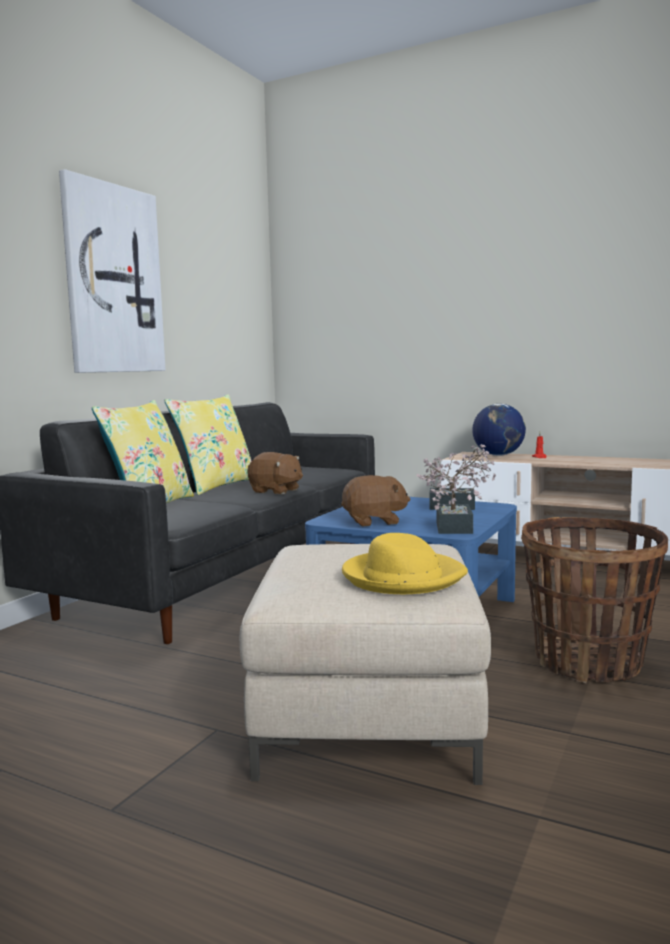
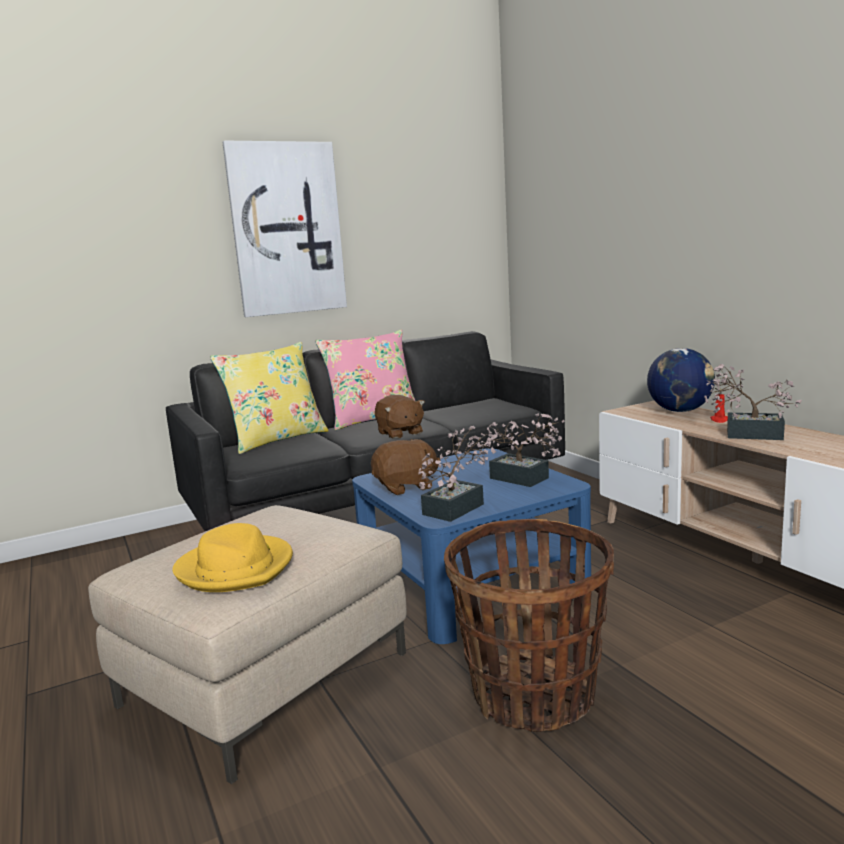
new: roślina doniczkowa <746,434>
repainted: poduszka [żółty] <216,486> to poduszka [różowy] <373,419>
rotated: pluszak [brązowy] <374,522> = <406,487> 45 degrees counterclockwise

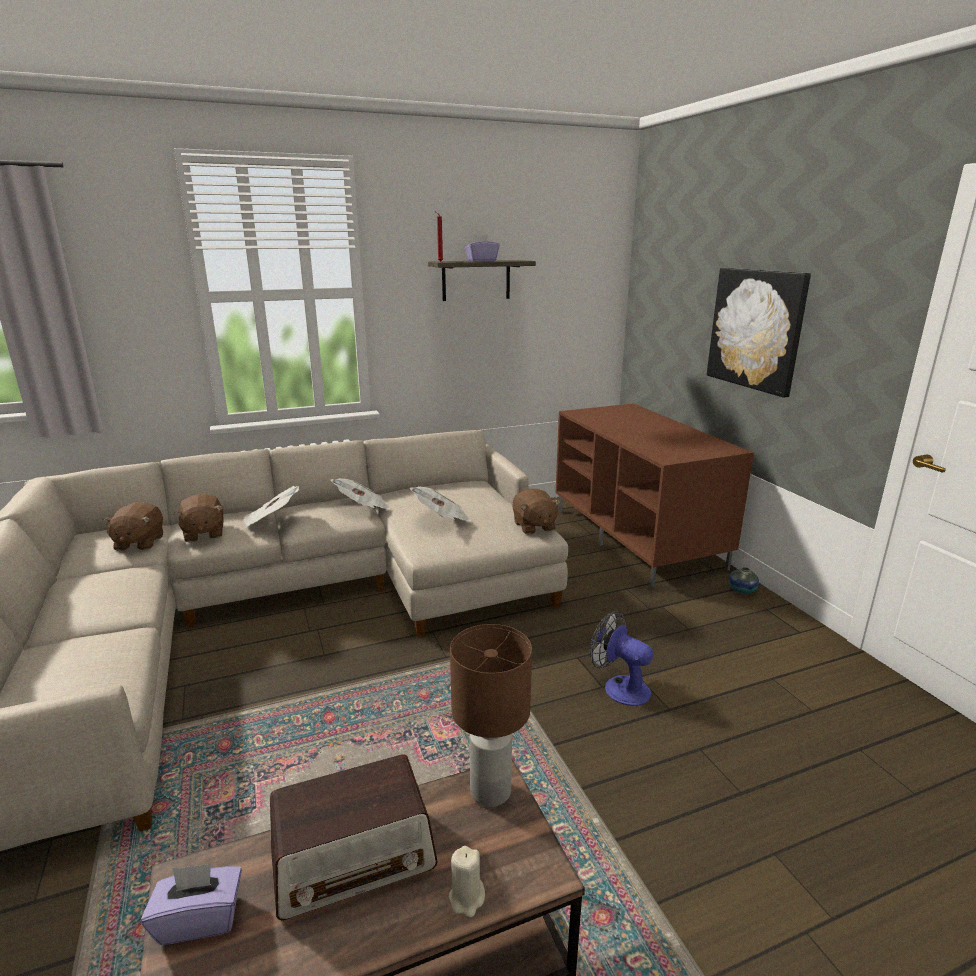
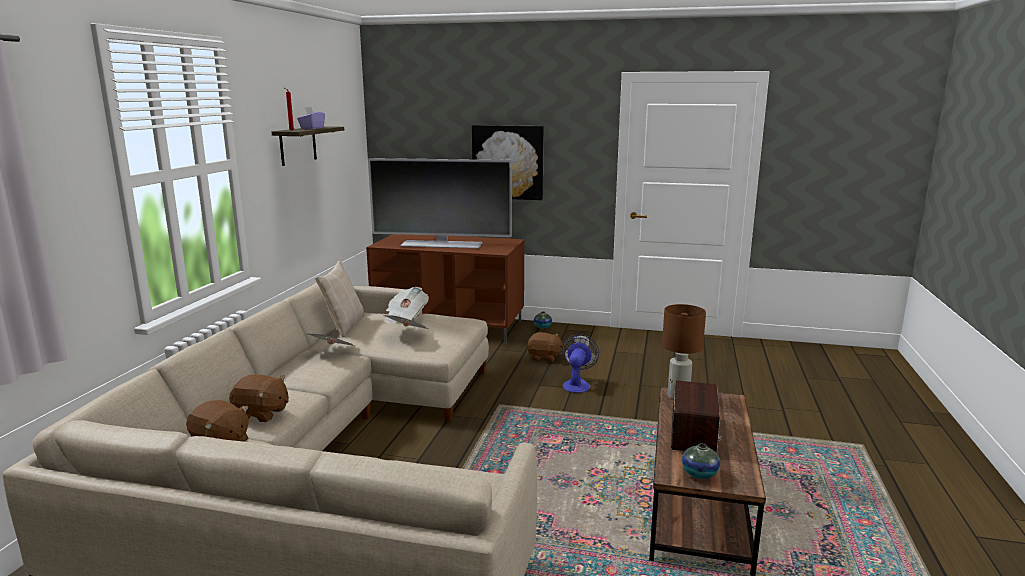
gone: świeca [beżowy] <467,898>
new: poduszka [beżowy] <344,326>; telewizor <442,244>
shifted: gazeta <271,520> to <405,317>; pluszak [brązowy] <534,526> to <544,357>
swapped: pudełko chusteczek [fioletowy] <200,918> to wazon <699,474>
rotated: wentylator <619,687> = <577,384> 120 degrees clockwise

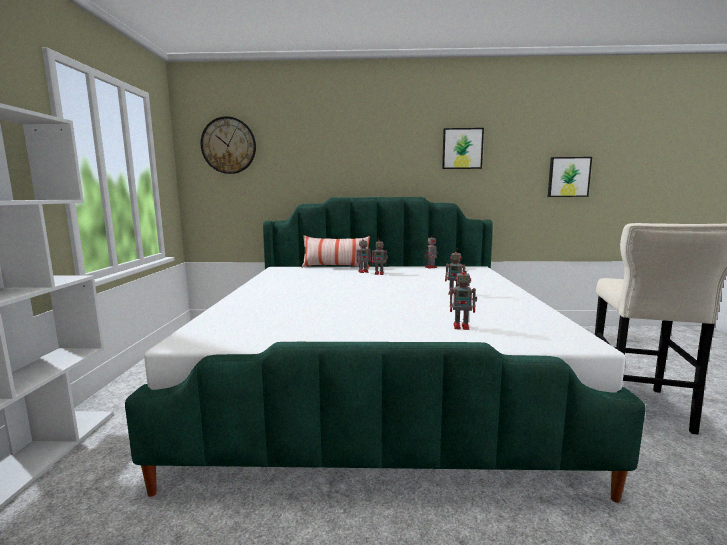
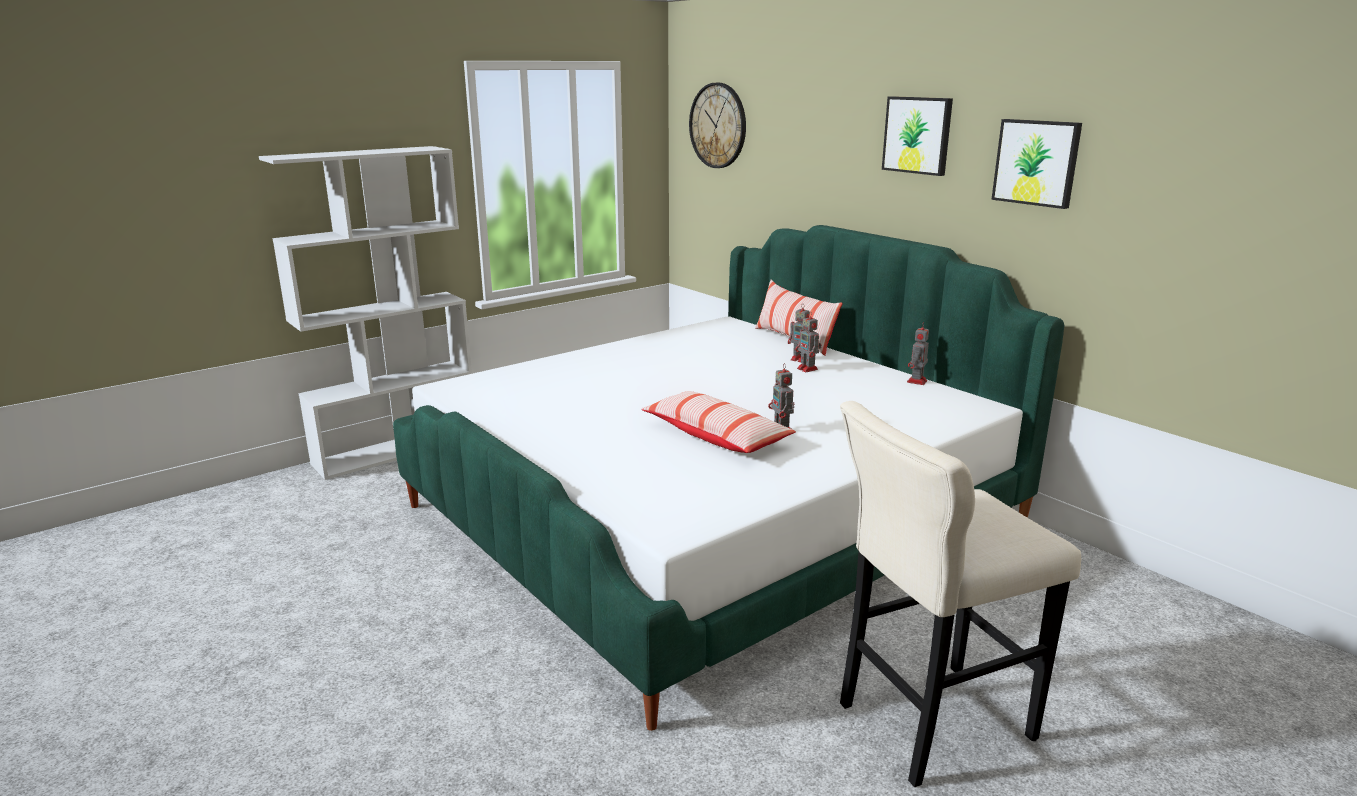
gone: robot zabawkowy <462,326>
new: poduszka <716,436>
shifted: obraz <568,177> to <918,135>

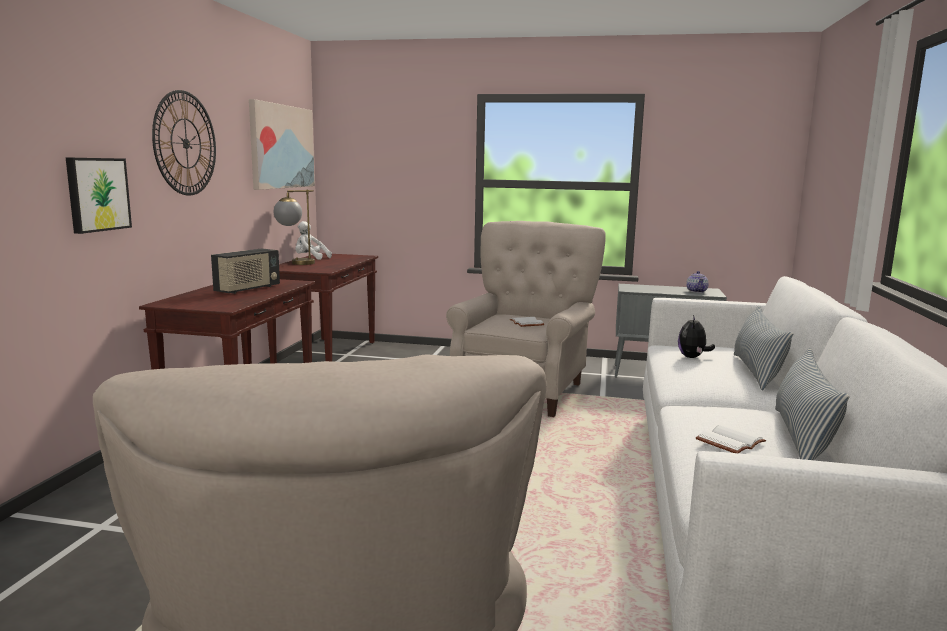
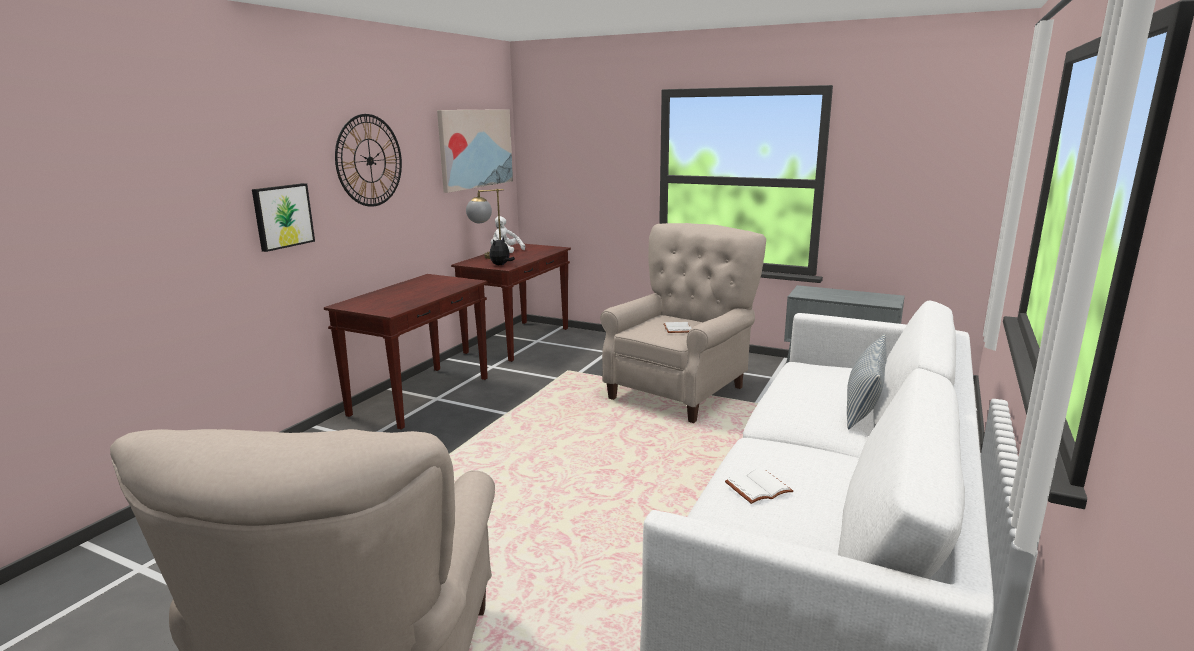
gone: radio <248,289>; imbryk <696,291>; poduszka <802,438>
shifted: pluszak <692,357> to <501,265>

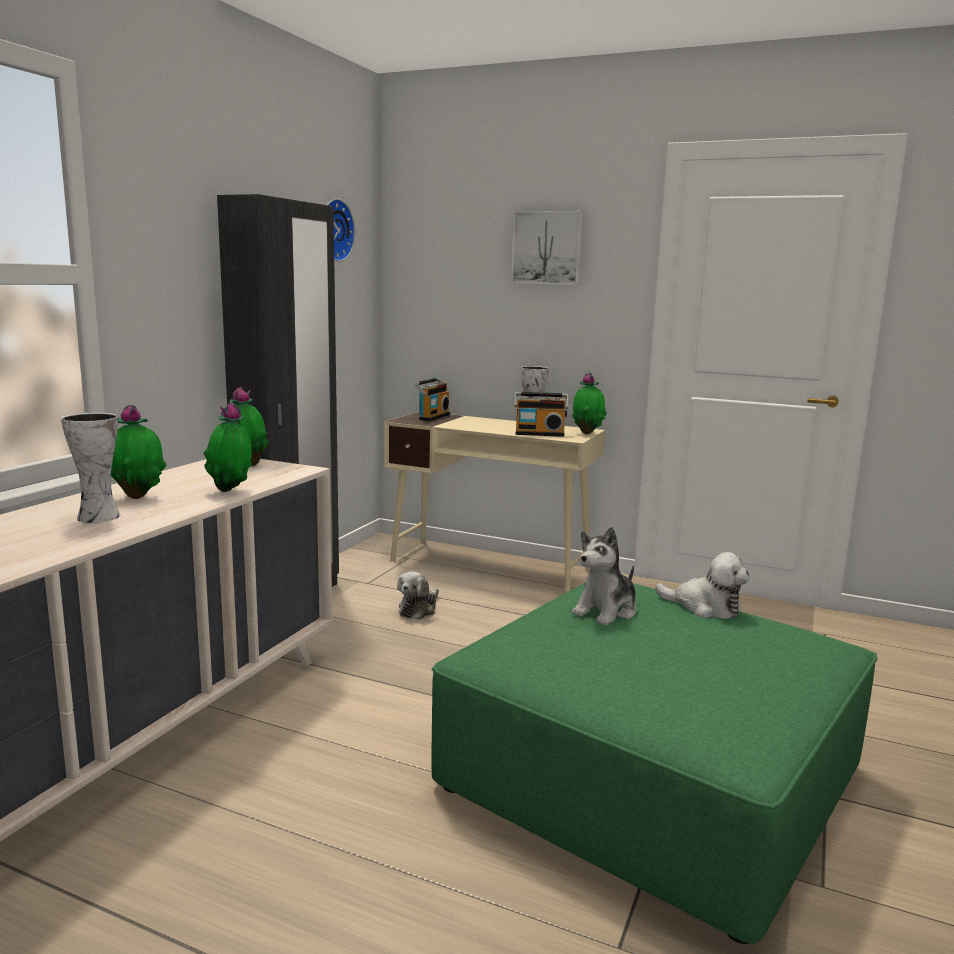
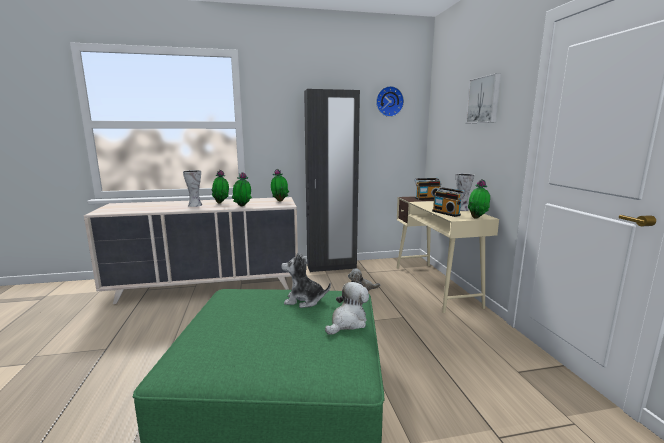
rotated: pluszak <705,607> = <348,322> 135 degrees counterclockwise

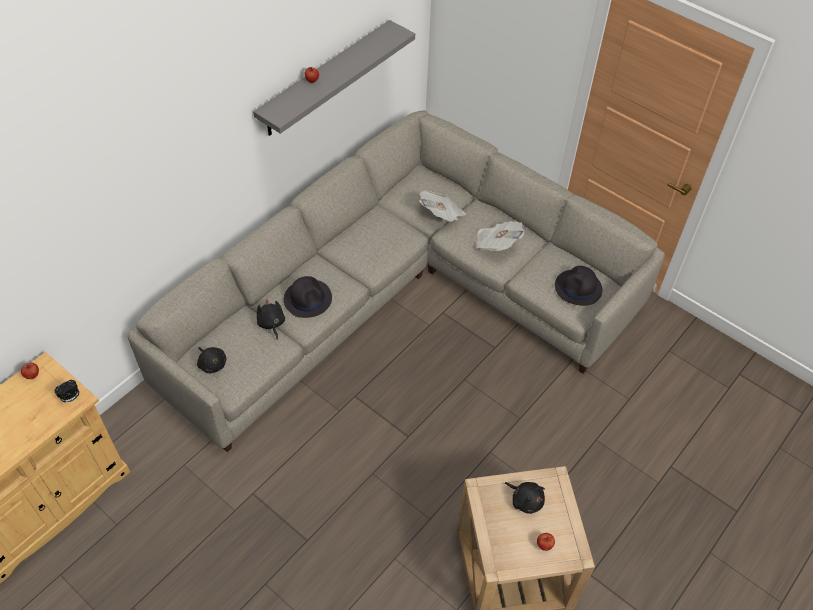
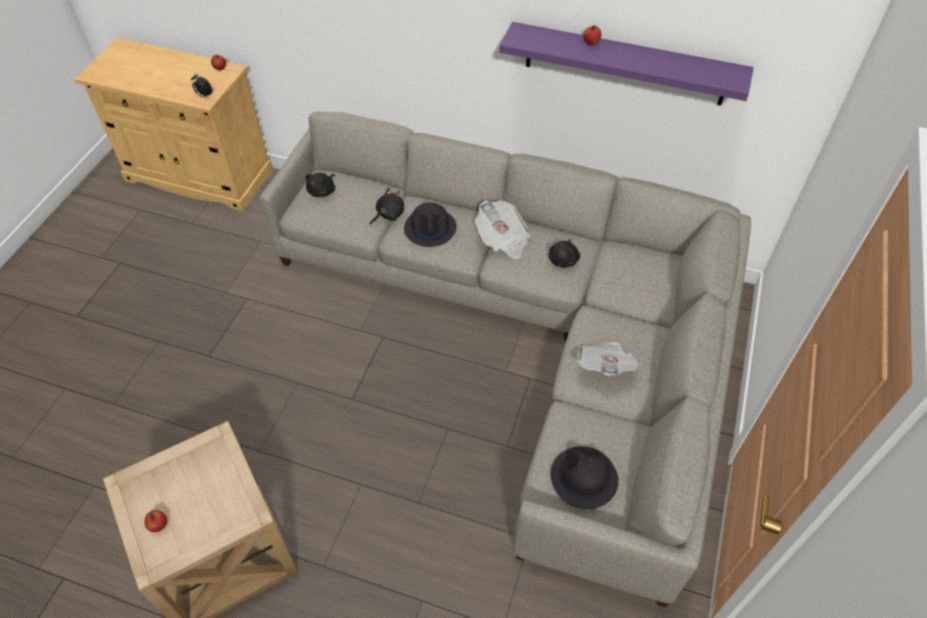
shifted: gazeta <441,215> to <502,240>; pluszak [czarny] <525,500> to <563,260>
repainted: półka [szary] <325,79> to półka [fioletowy] <625,64>

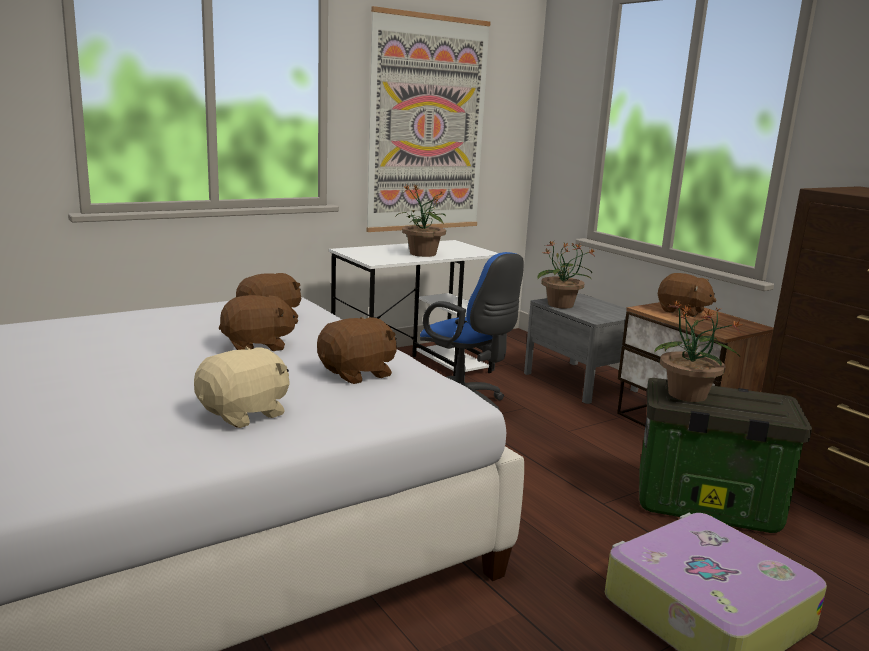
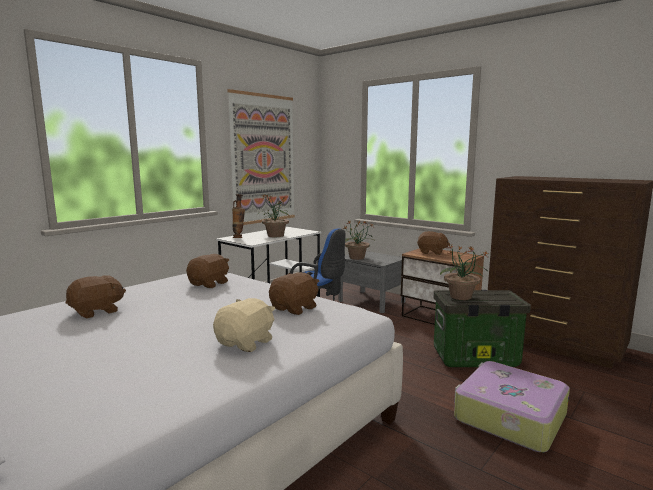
new: wazon <239,238>
shifted: pluszak [brązowy] <257,346> to <97,312>

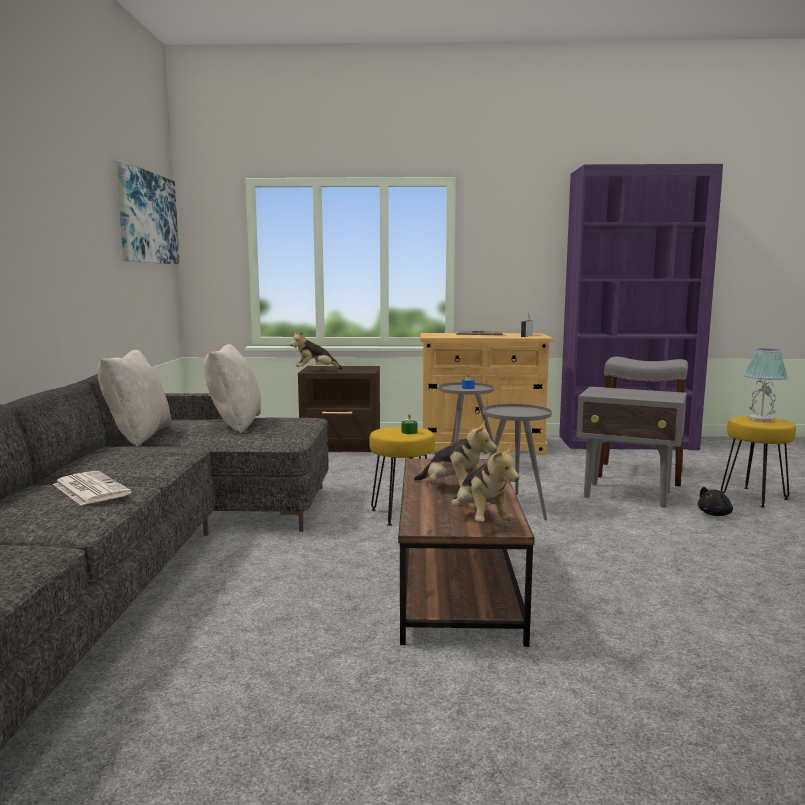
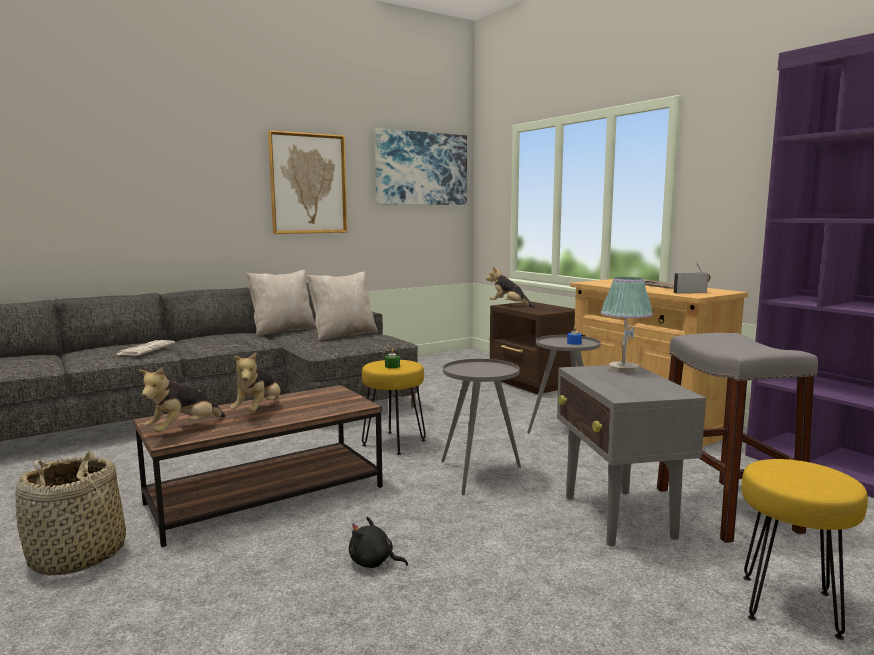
new: koszyk <78,556>; obraz <308,184>
shifted: pluszak [czarny] <715,514> to <373,562>; lampa stołowa <760,420> to <623,369>

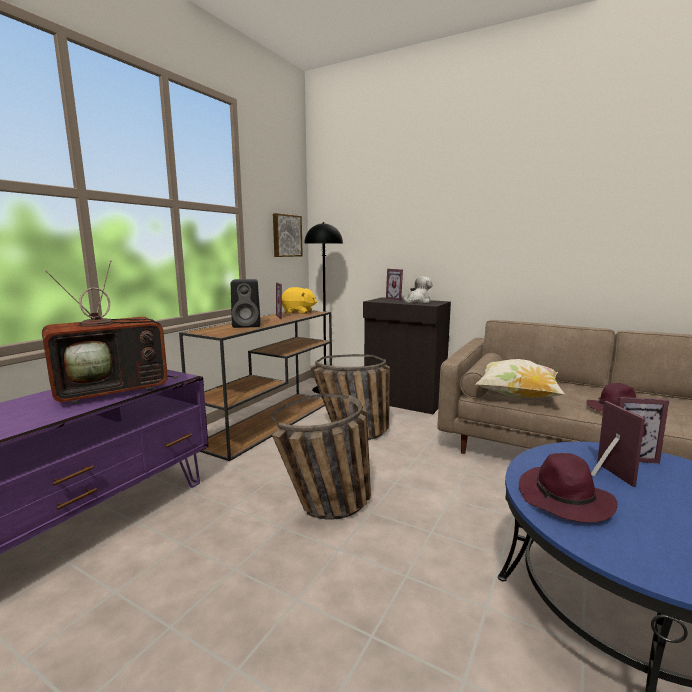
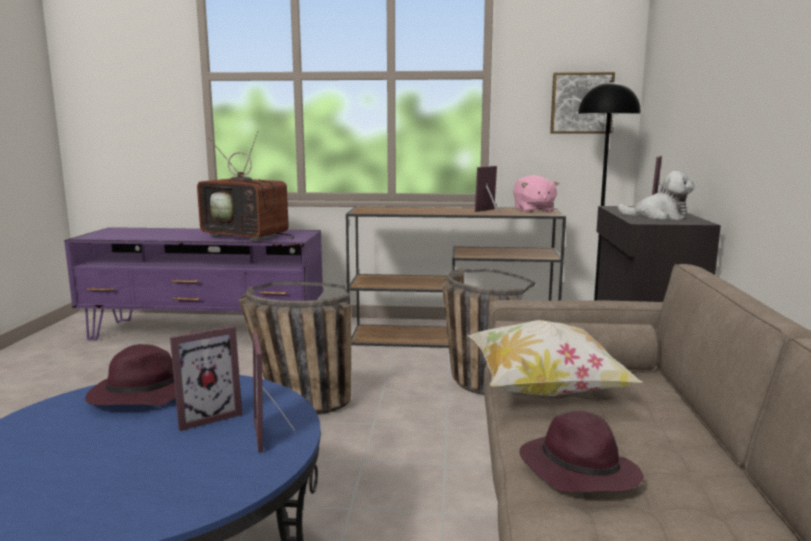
gone: głośnik [czarny] <248,325>
repainted: pluszak [żółty] <298,312> to pluszak [różowy] <533,210>

